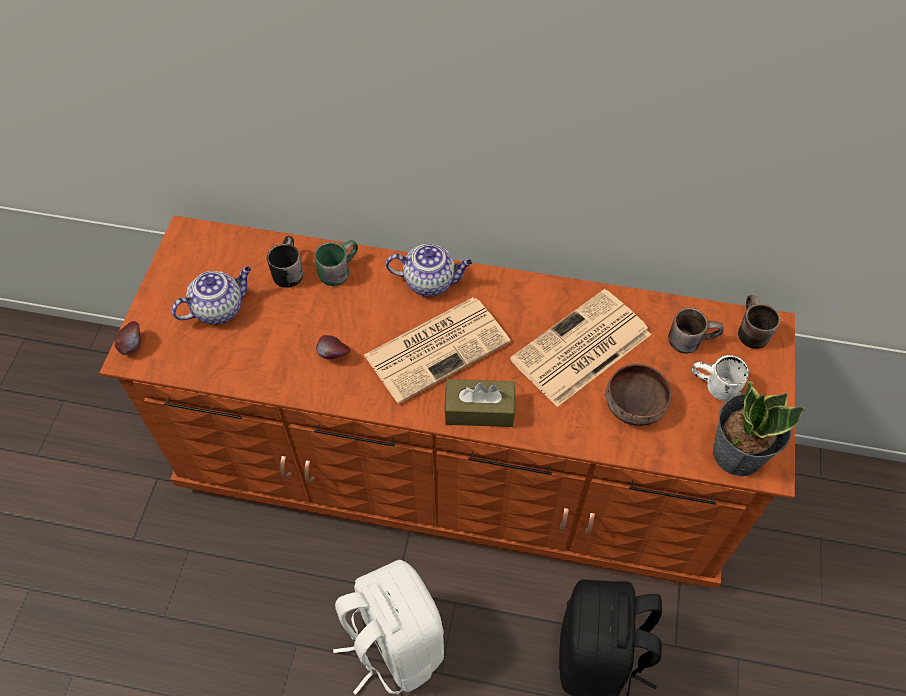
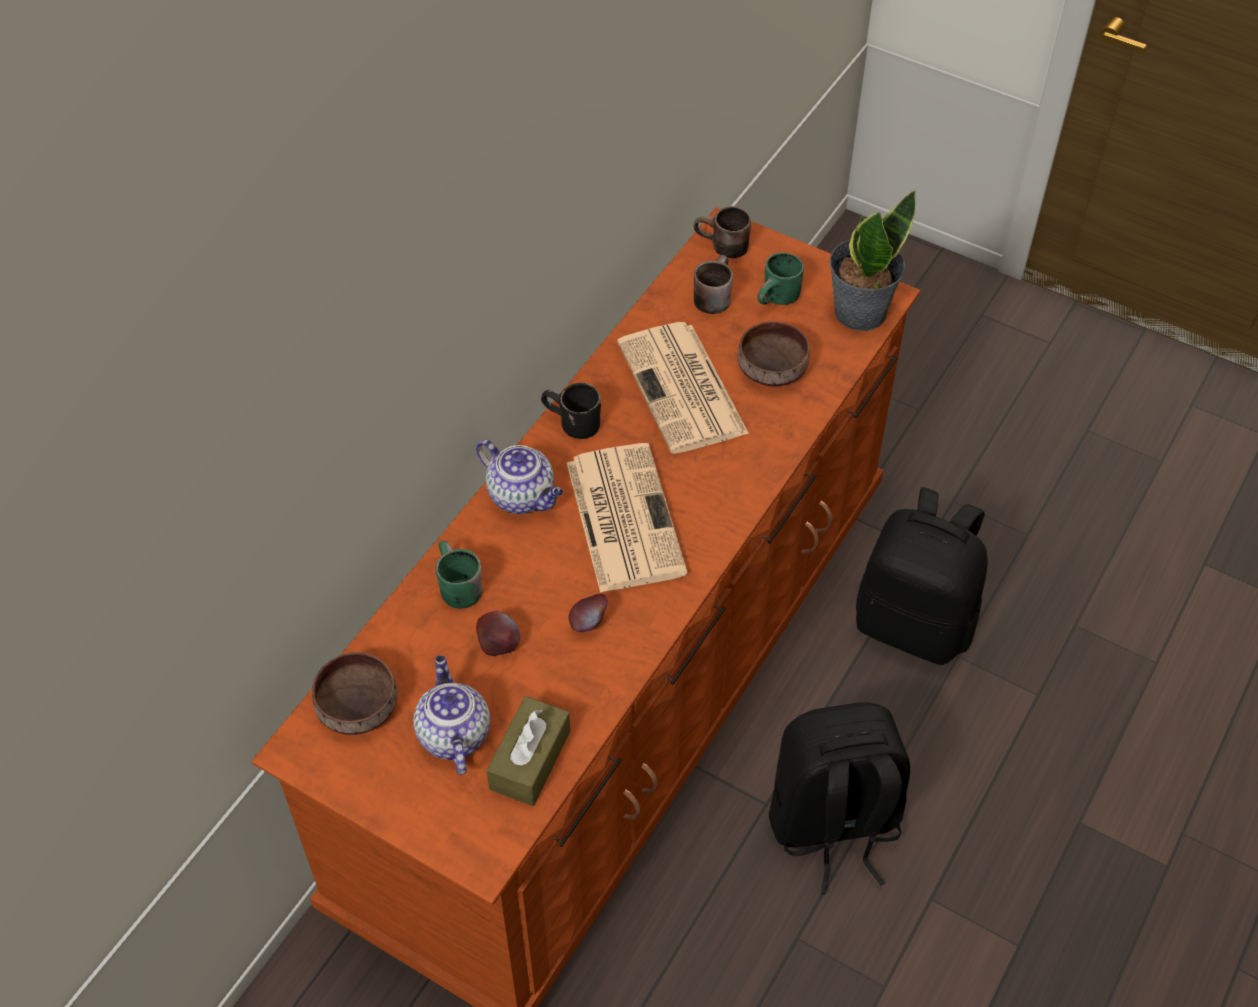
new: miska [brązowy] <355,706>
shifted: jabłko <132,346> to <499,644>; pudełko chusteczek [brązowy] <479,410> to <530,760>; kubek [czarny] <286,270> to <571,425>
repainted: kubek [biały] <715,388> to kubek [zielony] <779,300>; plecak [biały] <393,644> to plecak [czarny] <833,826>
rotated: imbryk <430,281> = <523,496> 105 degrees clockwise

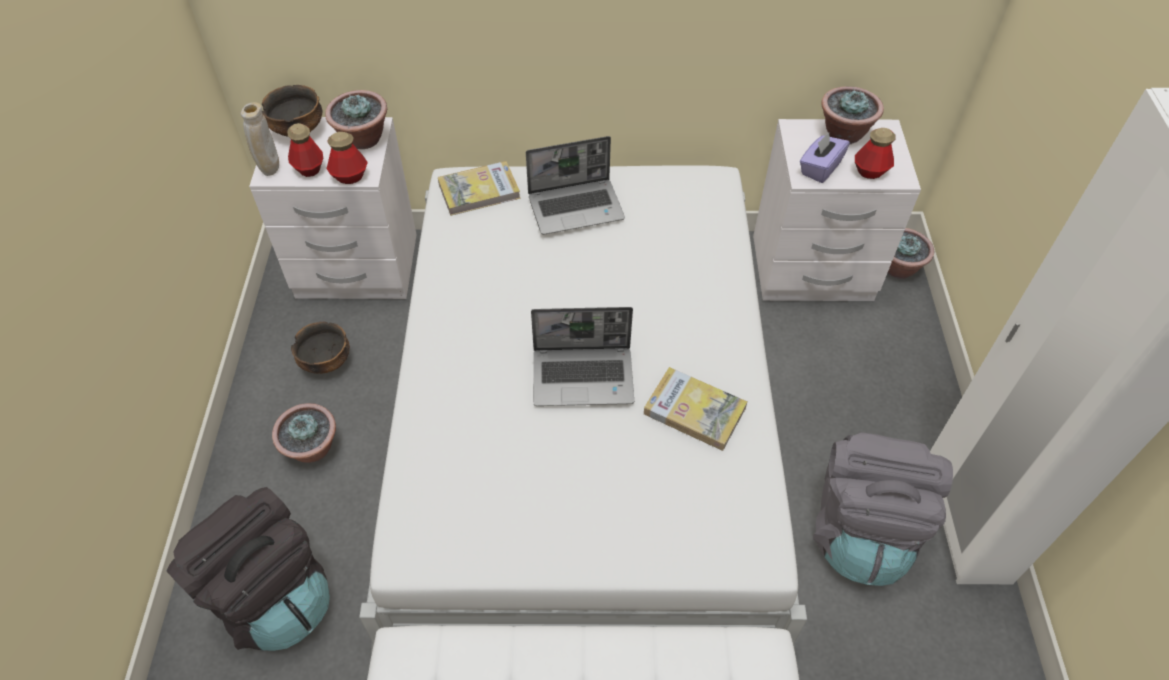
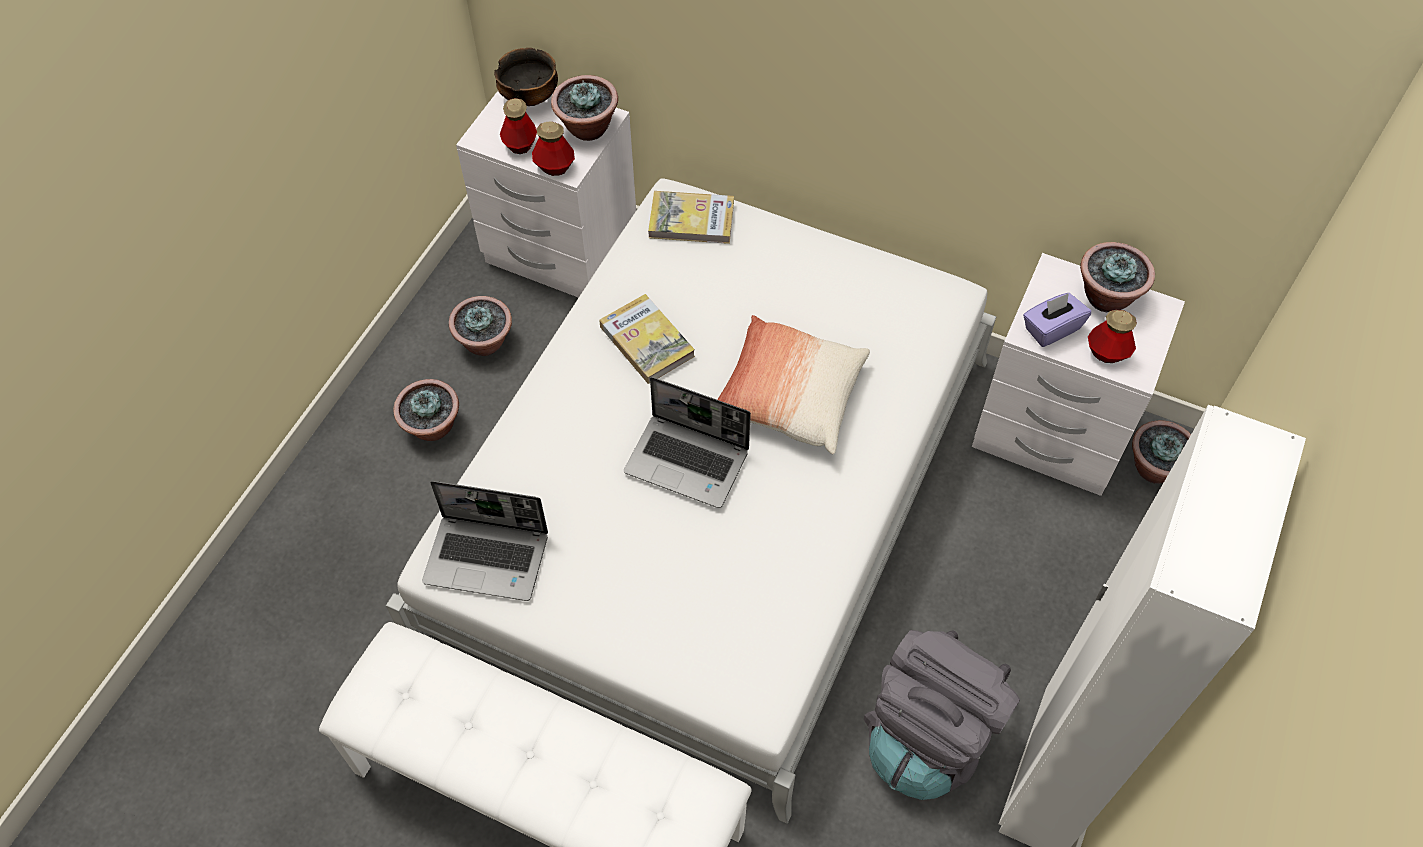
gone: plecak [czarny] <271,596>; wazon [beżowy] <270,170>
new: poduszka <789,396>
shifted: laptop <577,207> to <488,558>; książka <694,411> to <647,341>
swapped: miska <327,362> to roślina doniczkowa <485,343>

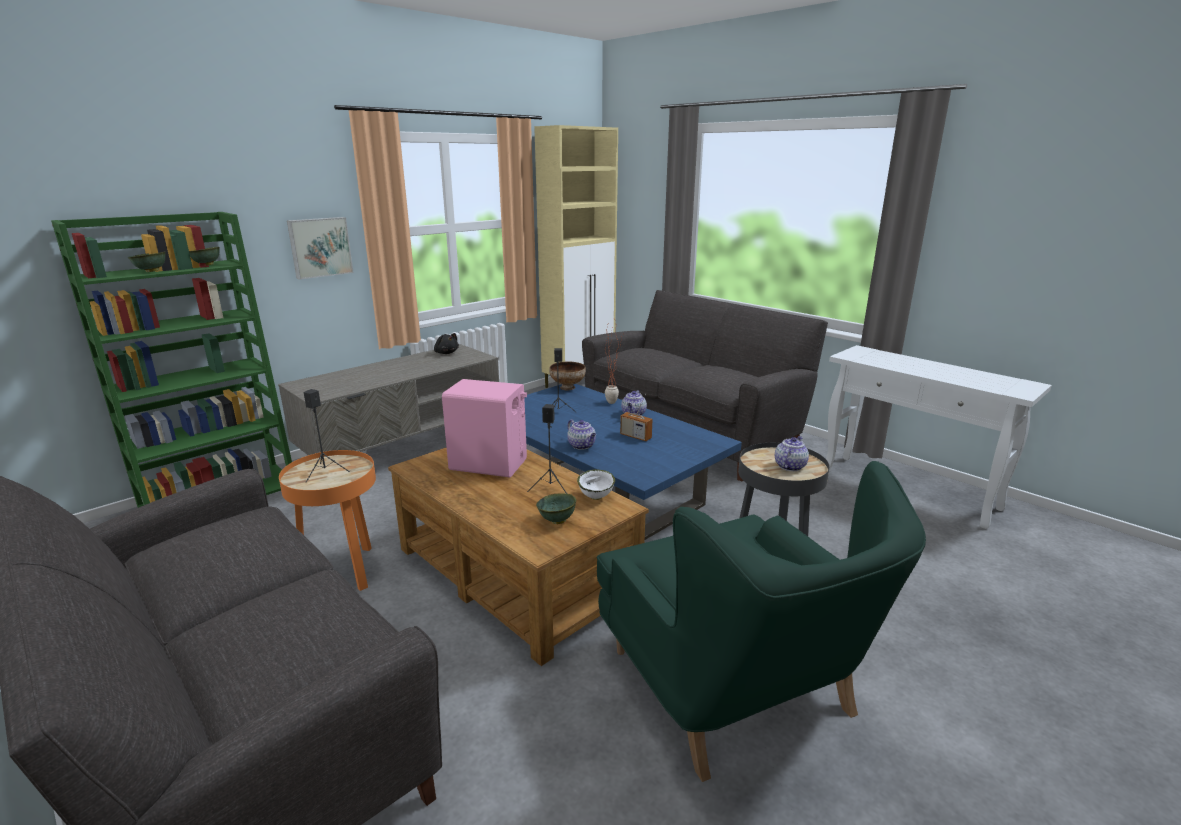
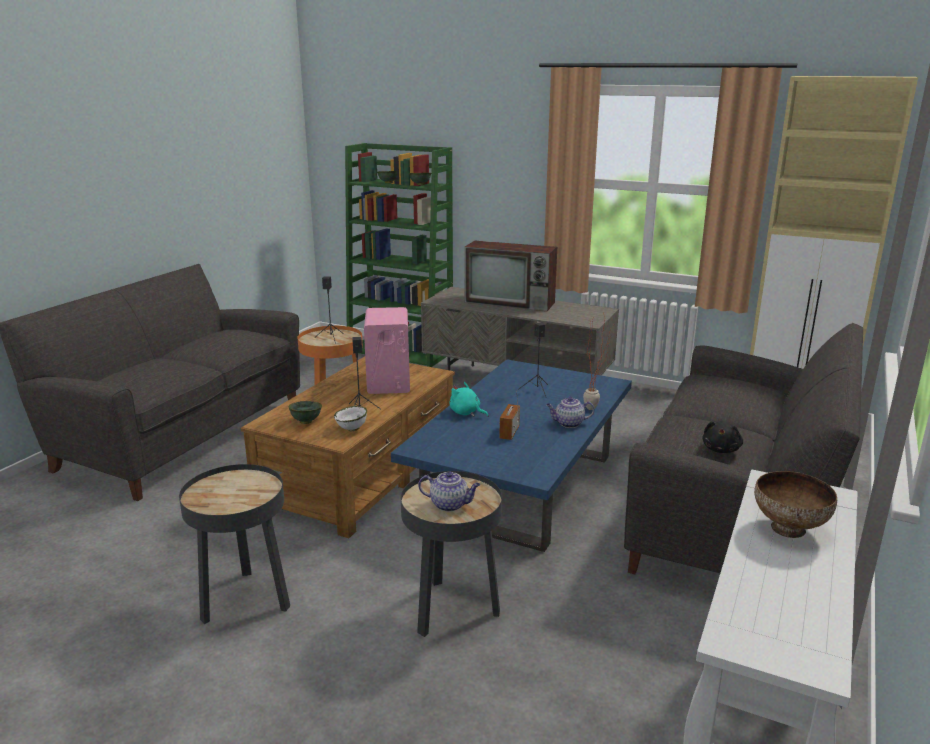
gone: obraz <320,247>
new: telewizor <511,302>
shifted: pluszak [czarny] <446,353> to <721,449>; miska <568,387> to <789,529>
swapped: fotel [zielony] <733,686> to stolik [czarny] <245,600>; imbryk <582,446> to pluszak [turkusowy] <466,413>

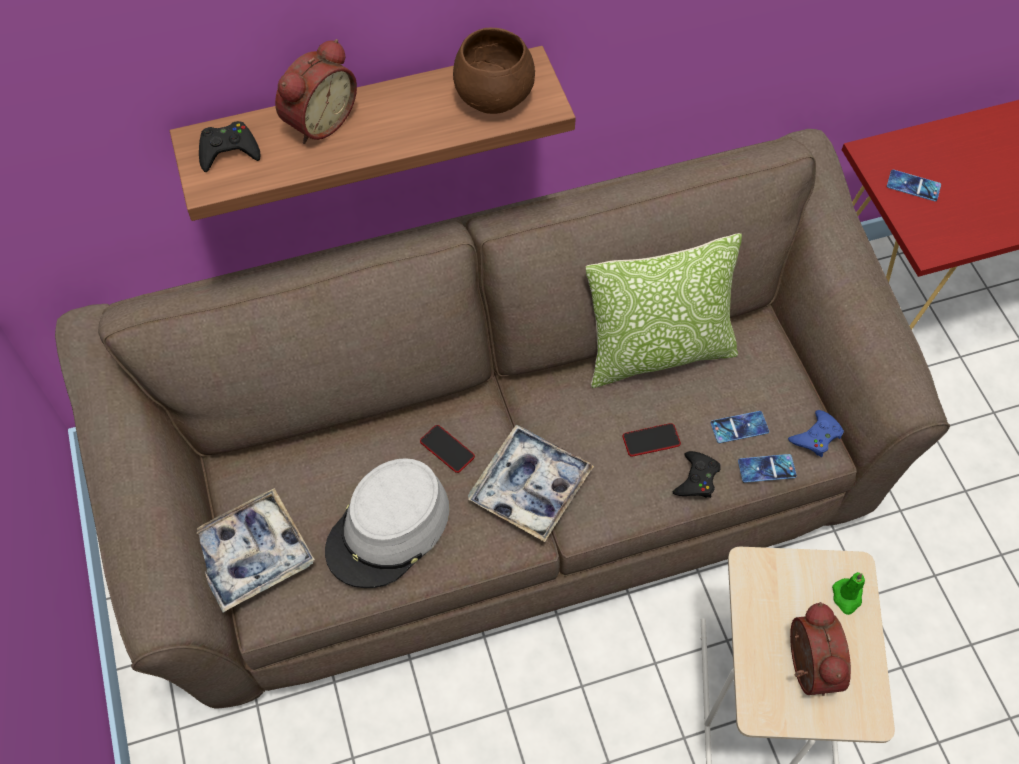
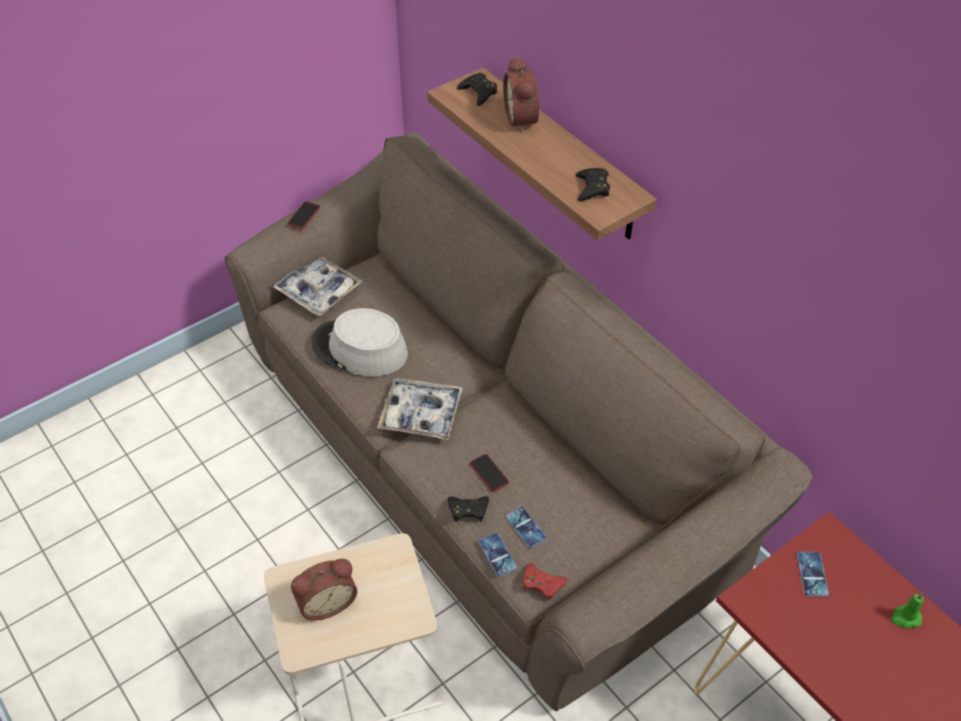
gone: poduszka <657,353>
shifted: telefon <447,449> to <304,215>; świeca [zielony] <847,597> to <905,618>
swapped: miska [brązowy] <495,96> to pad do gier [czarny] <592,188>
repainted: pad do gier [niebieski] <816,437> to pad do gier [czerwony] <542,584>
rotated: budzik <318,121> = <523,119> 60 degrees clockwise

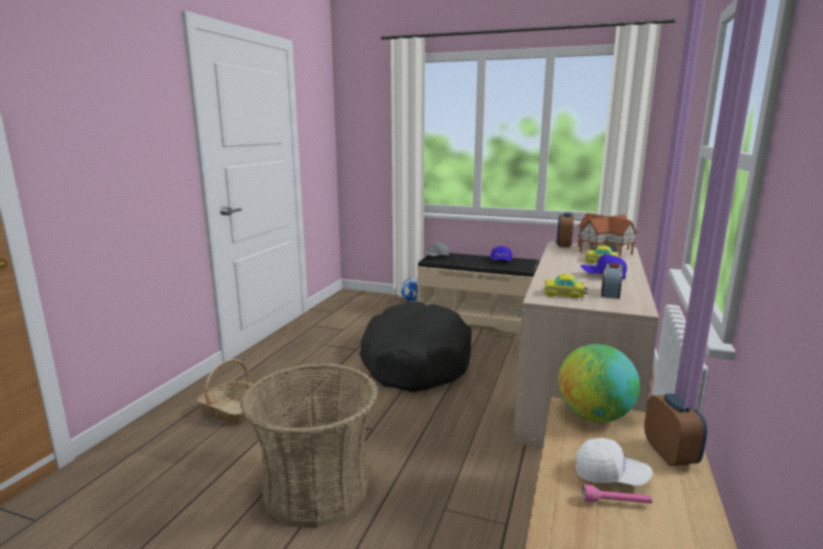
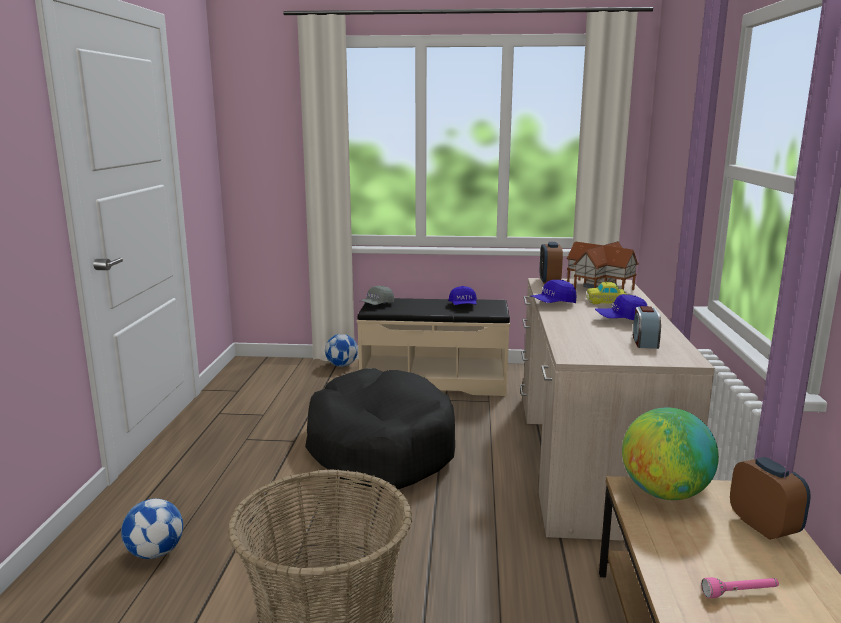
gone: samochodzik <564,294>; czapka z daszkiem [biały] <610,475>
new: czapka z daszkiem [niebieski] <553,304>
swapped: koszyk <232,411> to piłka futbolowa <155,553>

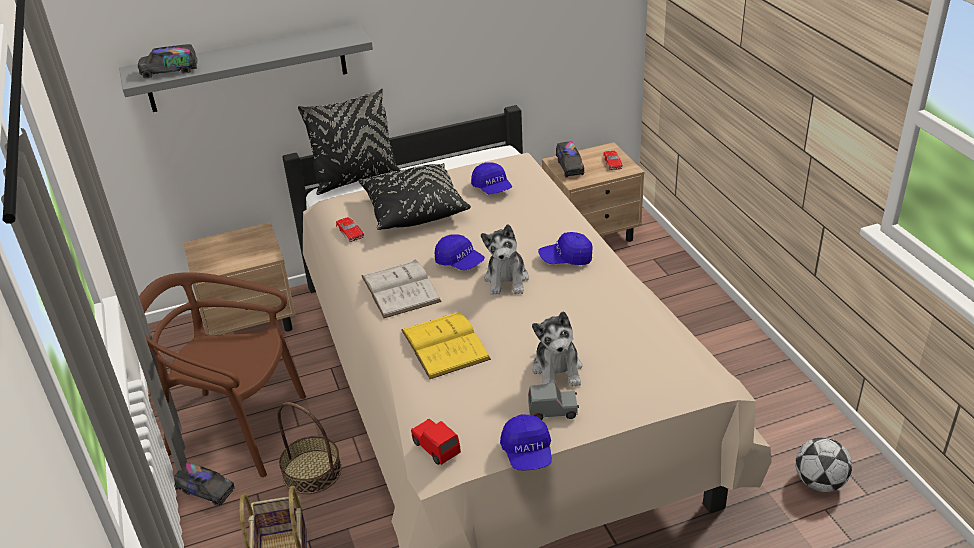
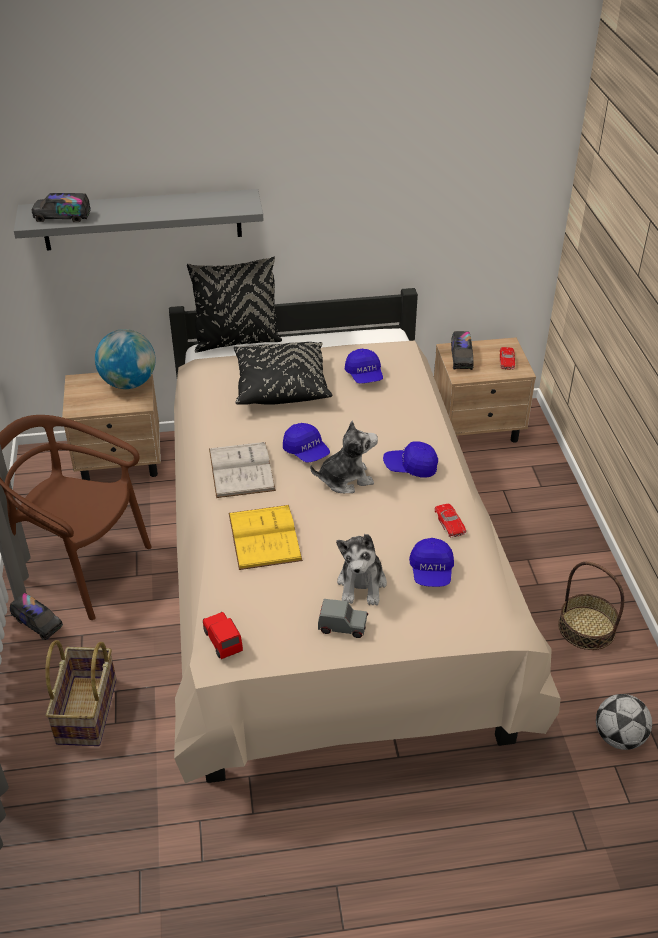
new: globus <129,383>
shifted: czapka z daszkiem [niebieski] <527,453> to <431,572>; samochodzik [czerwony] <350,231> to <449,523>; koszyk <312,472> to <586,628>
rotated: pluszak <507,280> = <345,479> 120 degrees counterclockwise

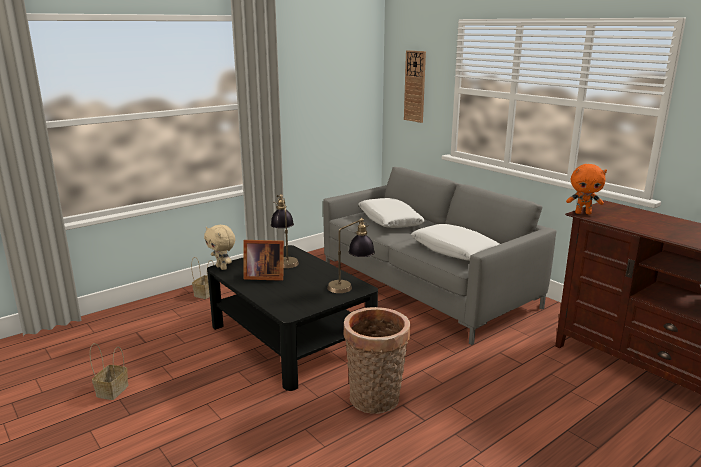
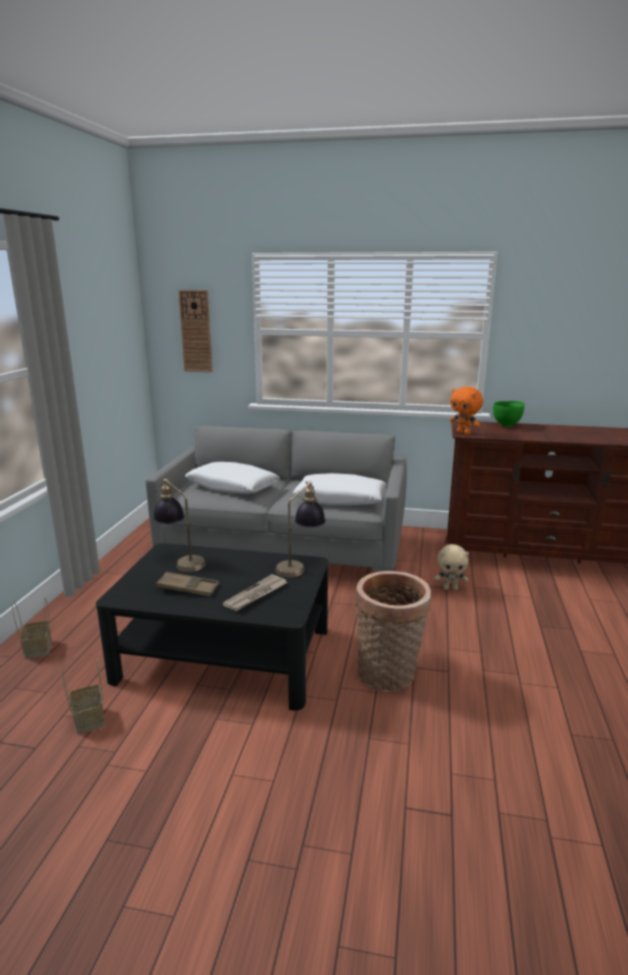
new: gazeta <256,595>; miska [zielony] <507,425>
shifted: koszyk <112,390> to <88,719>; pluszak [beżowy] <222,267> to <450,588>
swapped: ramka na zdjęcie <263,276> to taca [brązowy] <188,588>
rotated: pluszak [pomarańczowy] <583,213> = <464,433> 75 degrees clockwise

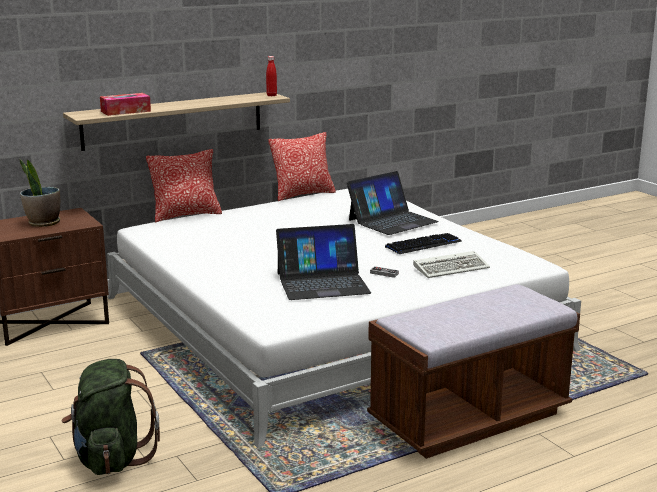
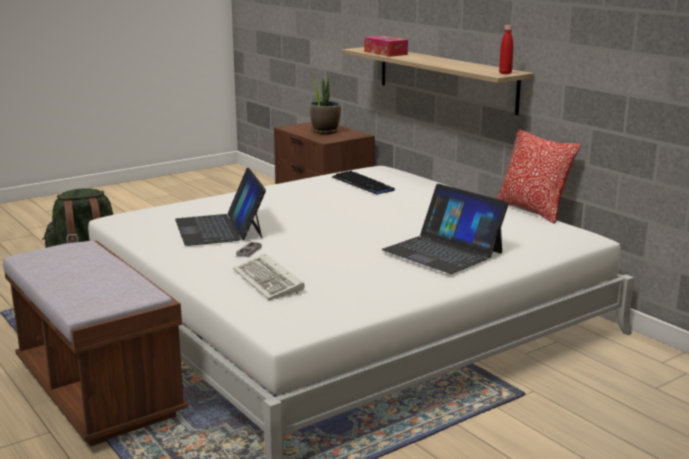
gone: poduszka <186,215>
shifted: klawiatura <423,245> to <362,184>

